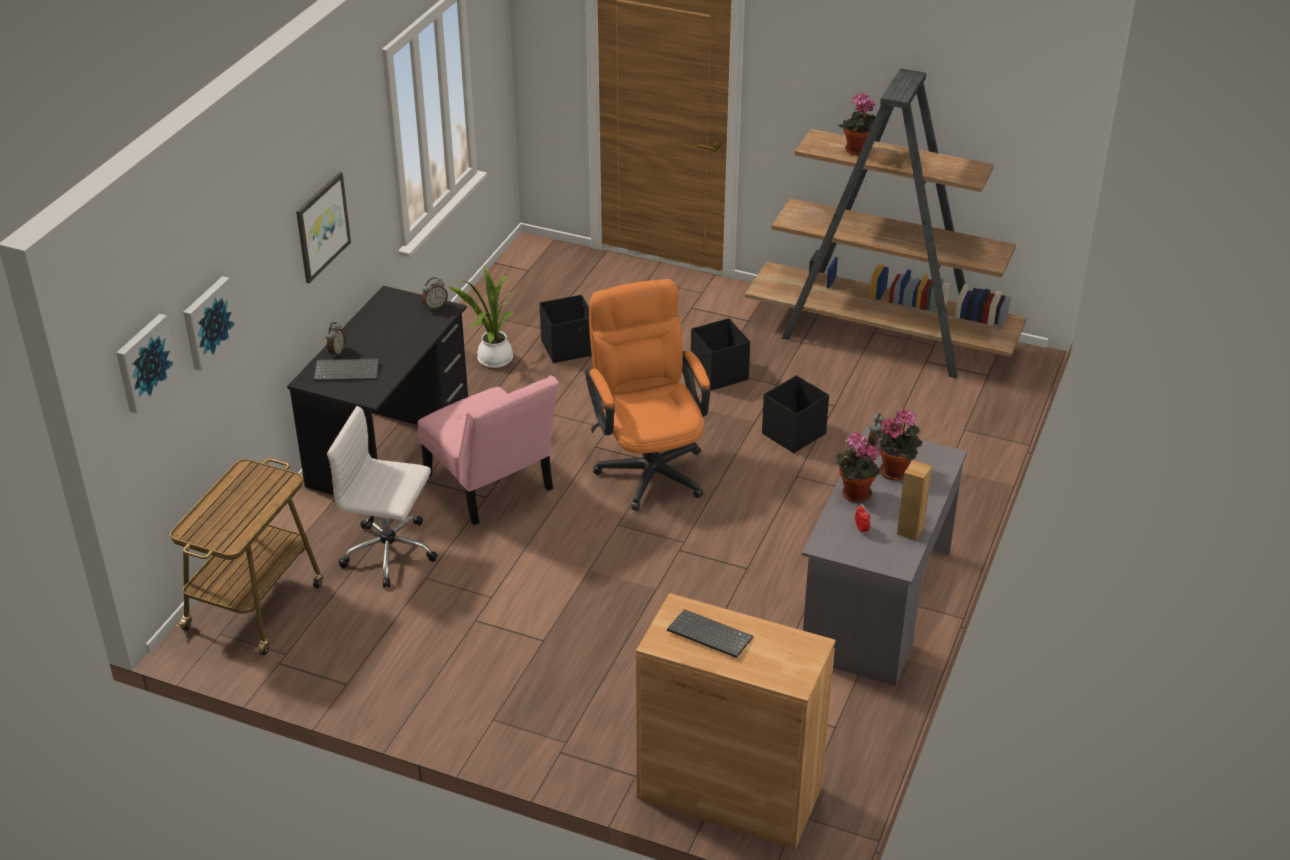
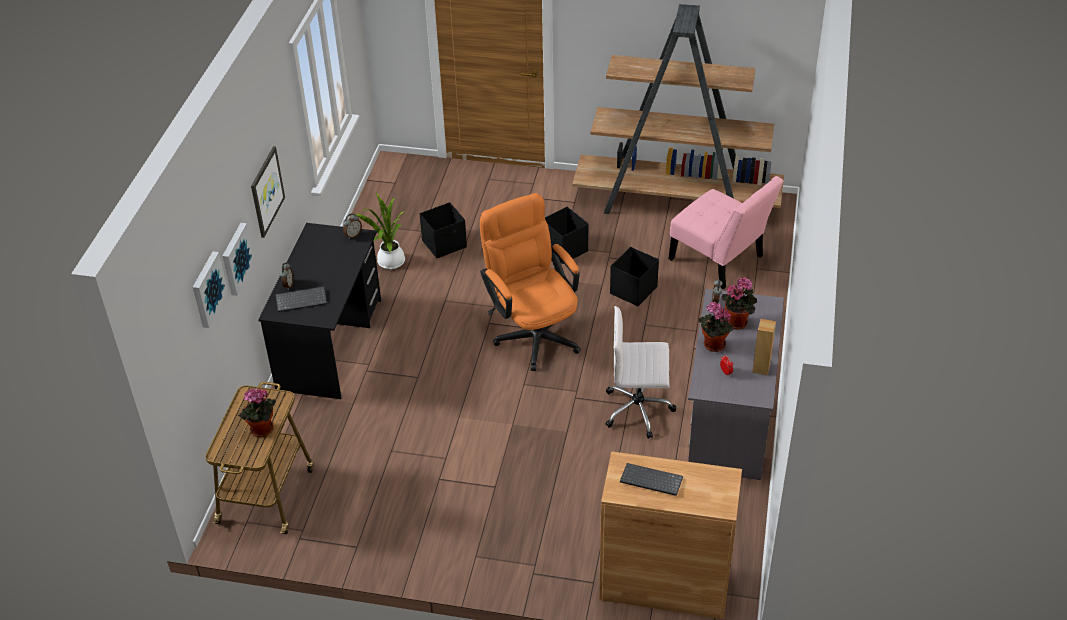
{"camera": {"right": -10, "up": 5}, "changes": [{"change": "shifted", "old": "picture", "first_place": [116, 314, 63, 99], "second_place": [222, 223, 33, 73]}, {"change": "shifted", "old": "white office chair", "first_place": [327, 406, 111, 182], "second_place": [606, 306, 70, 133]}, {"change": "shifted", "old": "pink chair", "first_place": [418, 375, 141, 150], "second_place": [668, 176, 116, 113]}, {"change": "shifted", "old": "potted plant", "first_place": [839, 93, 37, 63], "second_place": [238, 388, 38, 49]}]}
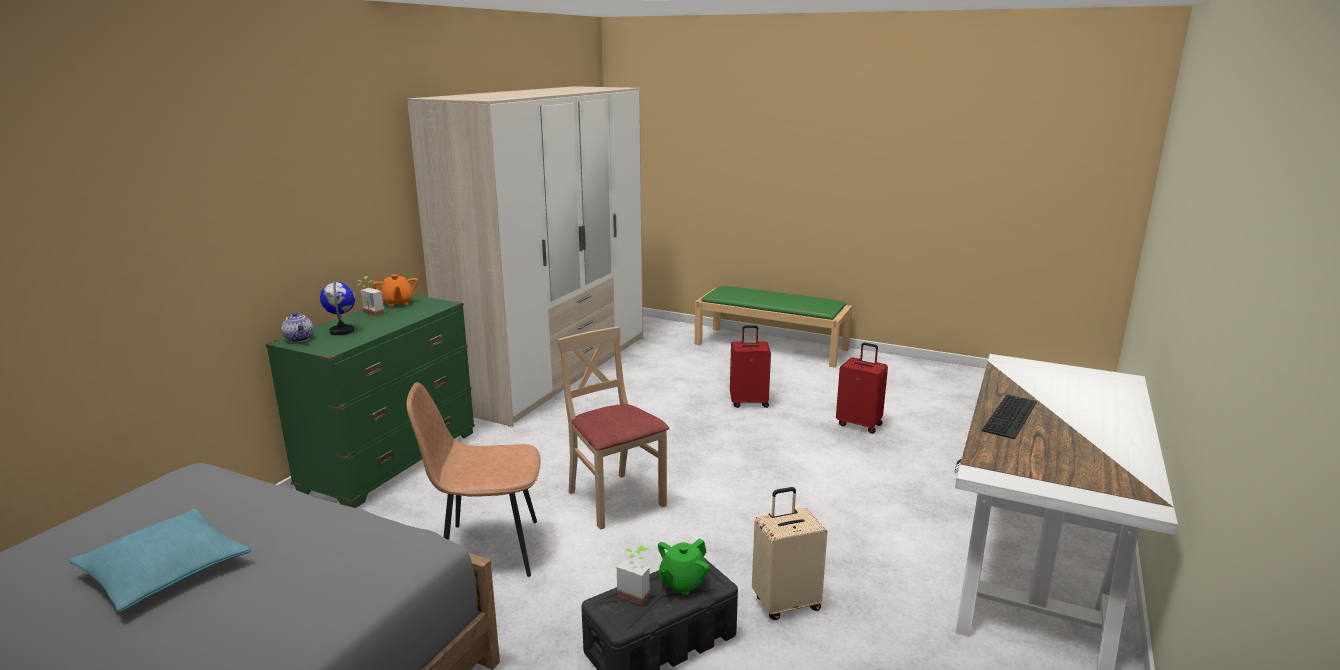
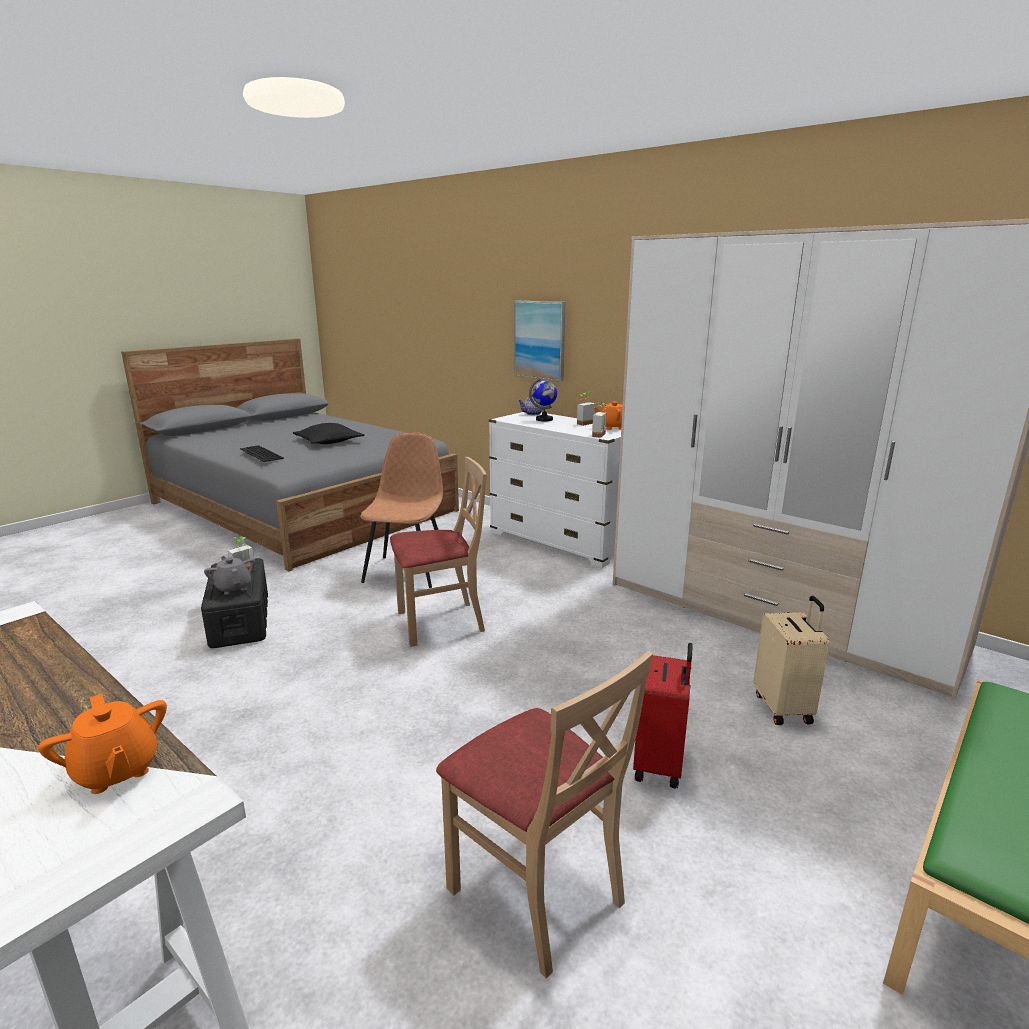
{"camera": {"right": 105, "up": 0}, "changes": [{"change": "repainted", "old": "turquoise pillow", "new": "black pillow", "first_place": [69, 509, 182, 103], "second_place": [293, 423, 72, 21]}, {"change": "repainted", "old": "green dresser", "new": "white dresser", "first_place": [266, 294, 209, 214], "second_place": [489, 412, 132, 156]}, {"change": "repainted", "old": "green teapot", "new": "grey teapot", "first_place": [658, 539, 52, 56], "second_place": [204, 556, 51, 39]}, {"change": "shifted", "old": "beige suitcase", "first_place": [752, 487, 75, 133], "second_place": [754, 596, 76, 129]}, {"change": "swapped", "old": "red suitcase", "new": "beige chair", "first_place": [836, 343, 52, 91], "second_place": [436, 651, 217, 327]}, {"change": "shifted", "old": "keyboard", "first_place": [982, 394, 55, 45], "second_place": [240, 445, 44, 17]}, {"change": "new", "new": "orange teapot", "second_place": [38, 694, 129, 100]}, {"change": "new", "new": "picture", "second_place": [514, 301, 52, 81]}, {"change": "new", "new": "potted plant", "second_place": [592, 402, 17, 36]}]}
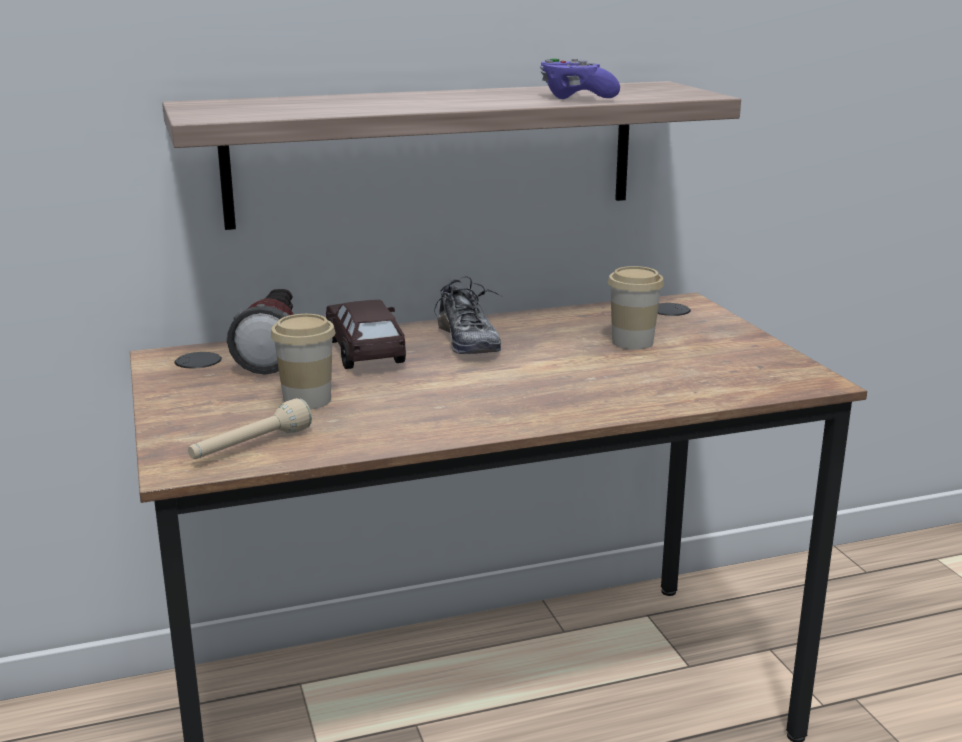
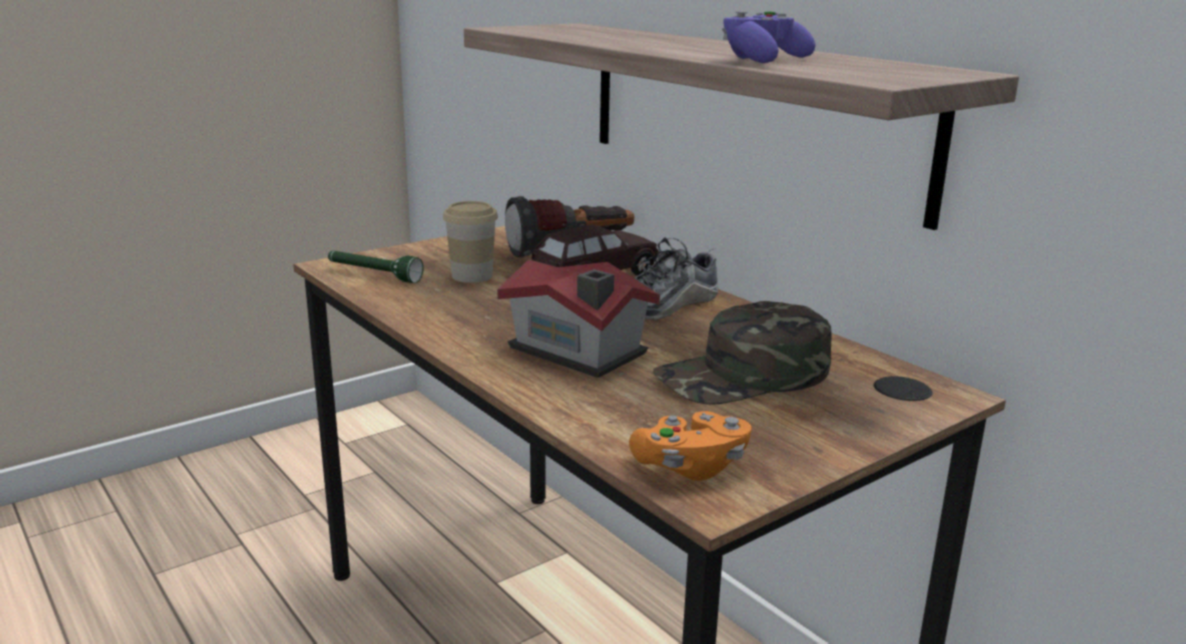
{"camera": {"right": 70, "up": 0}, "changes": [{"change": "repainted", "old": "beige flashlight", "new": "green flashlight", "first_place": [188, 398, 124, 61], "second_place": [328, 251, 95, 32]}, {"change": "swapped", "old": "cup", "new": "green cap", "first_place": [608, 266, 56, 84], "second_place": [653, 301, 179, 104]}, {"change": "new", "new": "toy house", "second_place": [497, 259, 163, 119]}, {"change": "new", "new": "orange game controller", "second_place": [629, 411, 123, 70]}]}
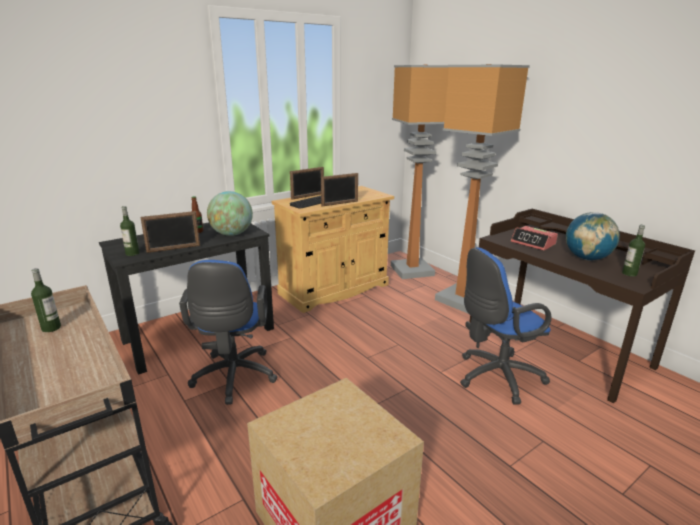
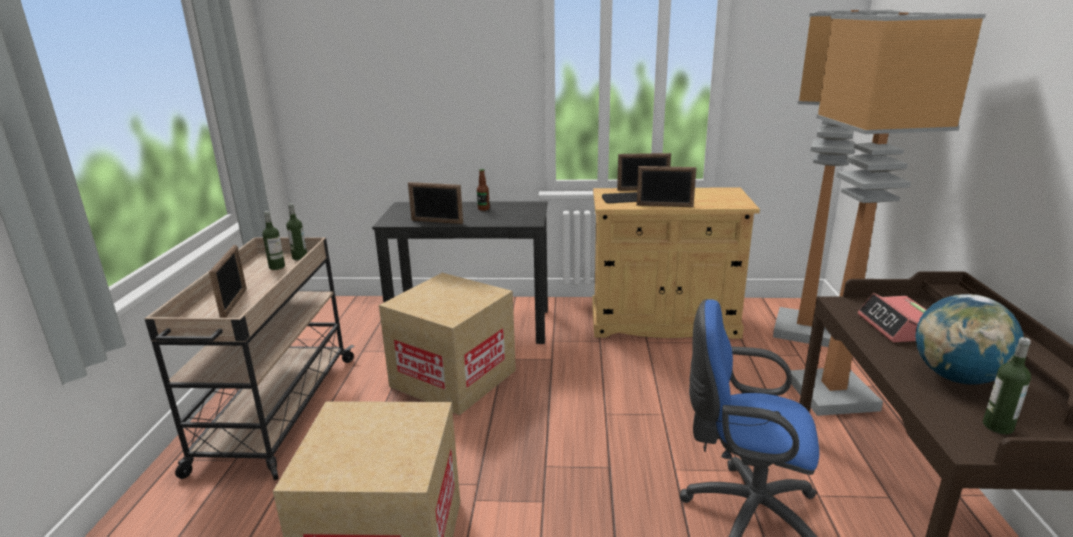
{"camera": {"right": 40, "up": 0}, "changes": [{"change": "shifted", "old": "bottle", "first_place": [120, 206, 20, 50], "second_place": [286, 203, 21, 57]}, {"change": "swapped", "old": "blue office chair", "new": "cardboard box", "first_place": [179, 260, 99, 145], "second_place": [379, 273, 137, 142]}, {"change": "gone", "old": "globe", "first_place": [207, 191, 46, 45]}, {"change": "new", "new": "picture frame", "second_place": [209, 245, 38, 73]}]}
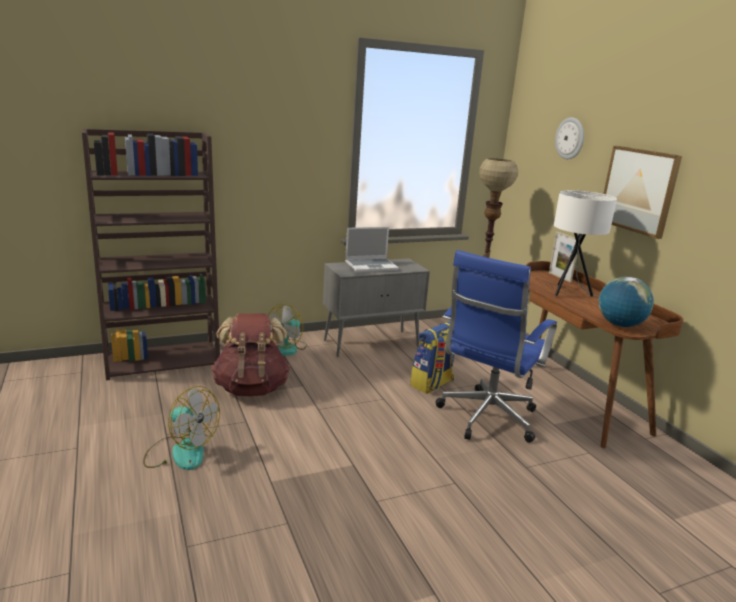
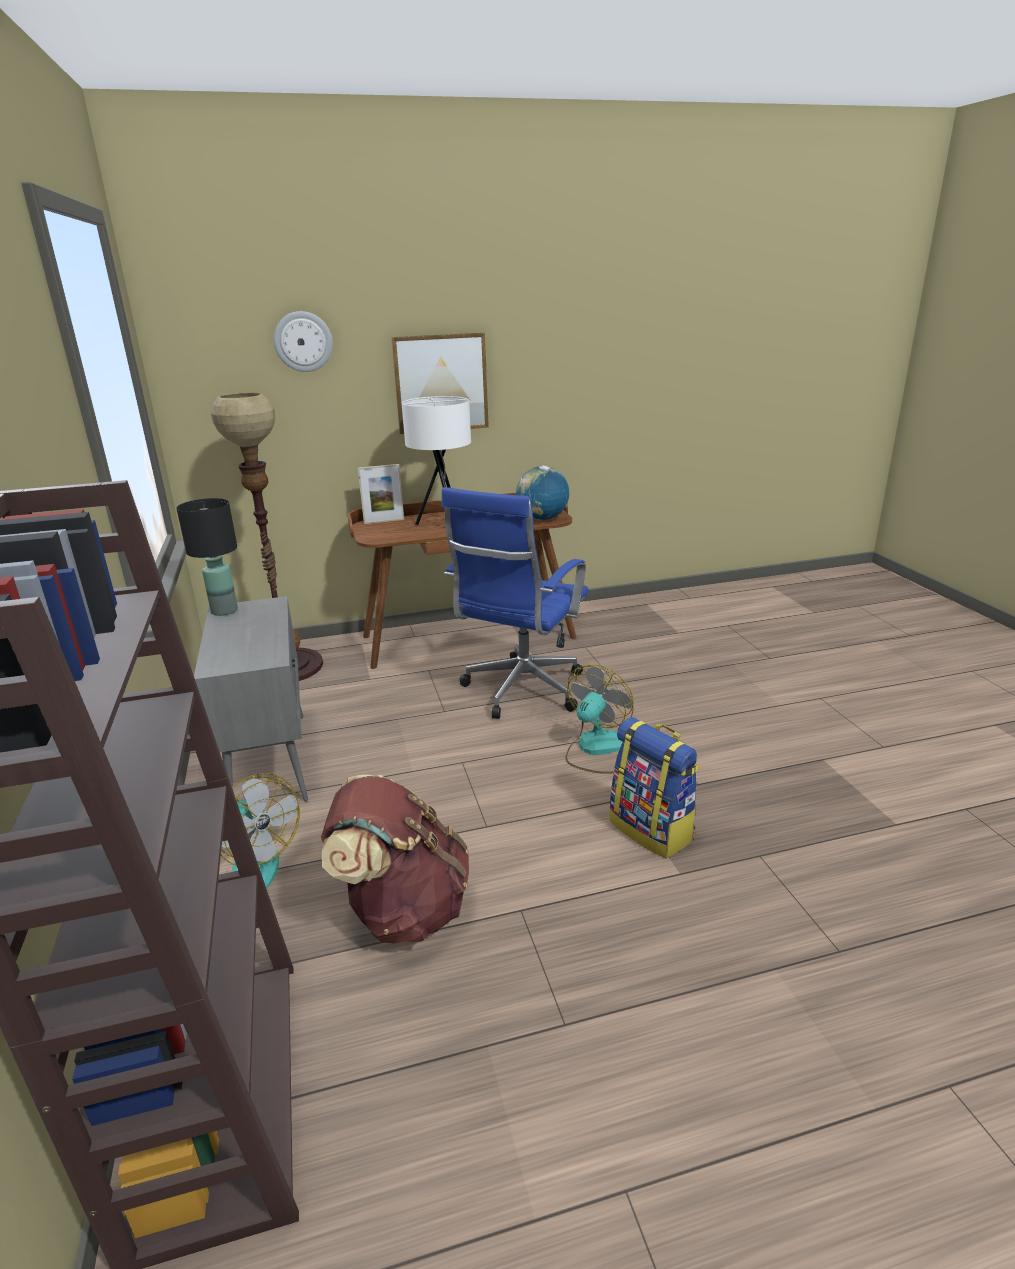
{"camera": {"right": -80, "up": 5}, "changes": [{"change": "shifted", "old": "fan", "first_place": [143, 386, 77, 84], "second_place": [565, 665, 69, 109]}, {"change": "gone", "old": "laptop", "first_place": [345, 227, 54, 46]}, {"change": "shifted", "old": "backpack", "first_place": [410, 321, 44, 73], "second_place": [609, 717, 90, 141]}, {"change": "rotated", "old": "blue office chair", "first_place": [436, 250, 121, 193], "second_place": [442, 487, 146, 232], "degrees": 75}, {"change": "new", "new": "black table lamp", "second_place": [176, 498, 62, 118]}]}
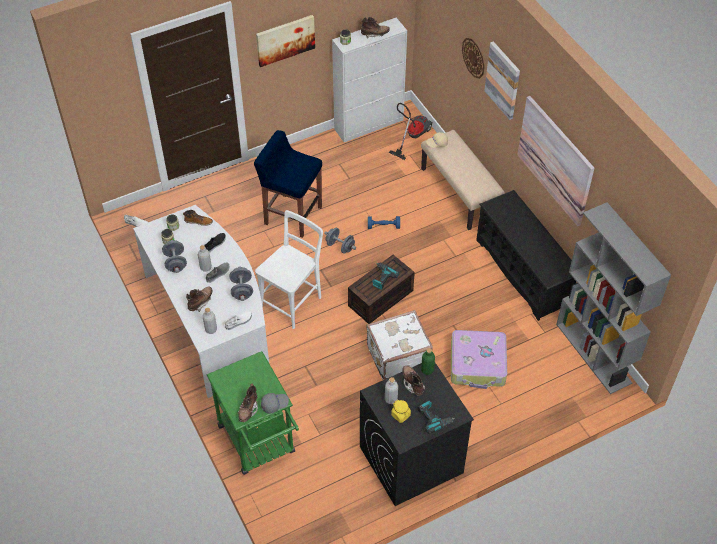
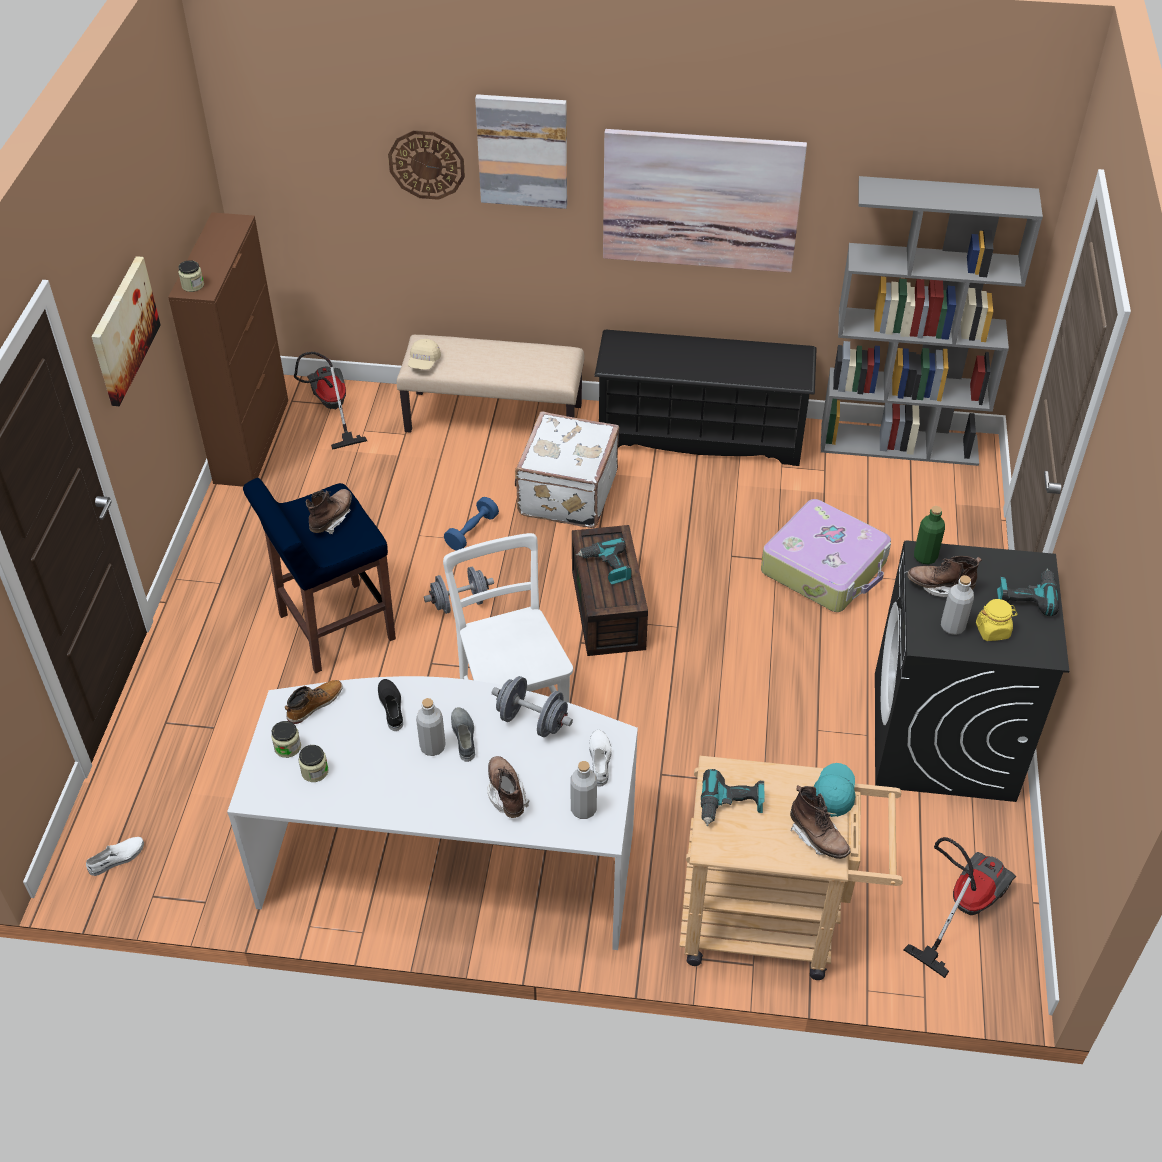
{"camera": {"right": -55, "up": -5}, "changes": [{"change": "gone", "old": "grey dumbbell", "first_place": [162, 240, 25, 33]}, {"change": "repainted", "old": "green cart", "new": "beige cart", "first_place": [207, 351, 92, 124], "second_place": [679, 756, 224, 224]}, {"change": "repainted", "old": "grey cap", "new": "turquoise cap", "first_place": [261, 393, 28, 21], "second_place": [814, 763, 41, 54]}, {"change": "repainted", "old": "white cabinet", "new": "brown cabinet", "first_place": [332, 18, 75, 124], "second_place": [168, 212, 120, 275]}, {"change": "shifted", "old": "brown boot", "first_place": [361, 17, 29, 22], "second_place": [306, 489, 46, 45]}, {"change": "shifted", "old": "white suitcase", "first_place": [366, 310, 67, 70], "second_place": [515, 411, 104, 117]}, {"change": "new", "new": "power drill", "second_place": [701, 769, 64, 57]}, {"change": "new", "new": "vacuum cleaner", "second_place": [903, 837, 113, 141]}]}
